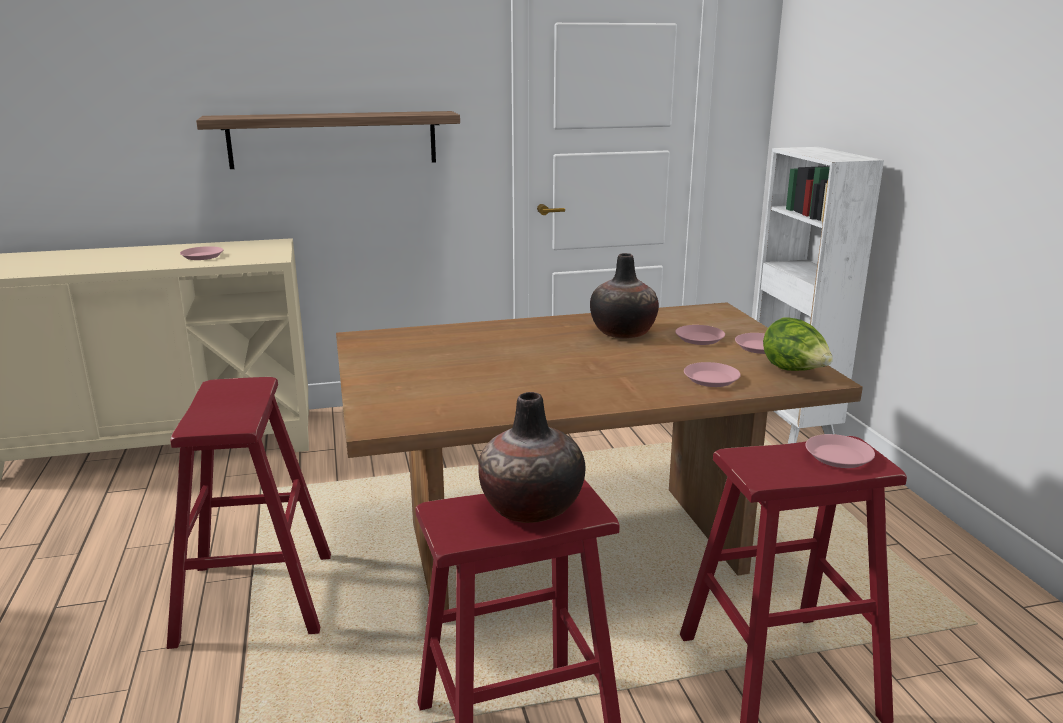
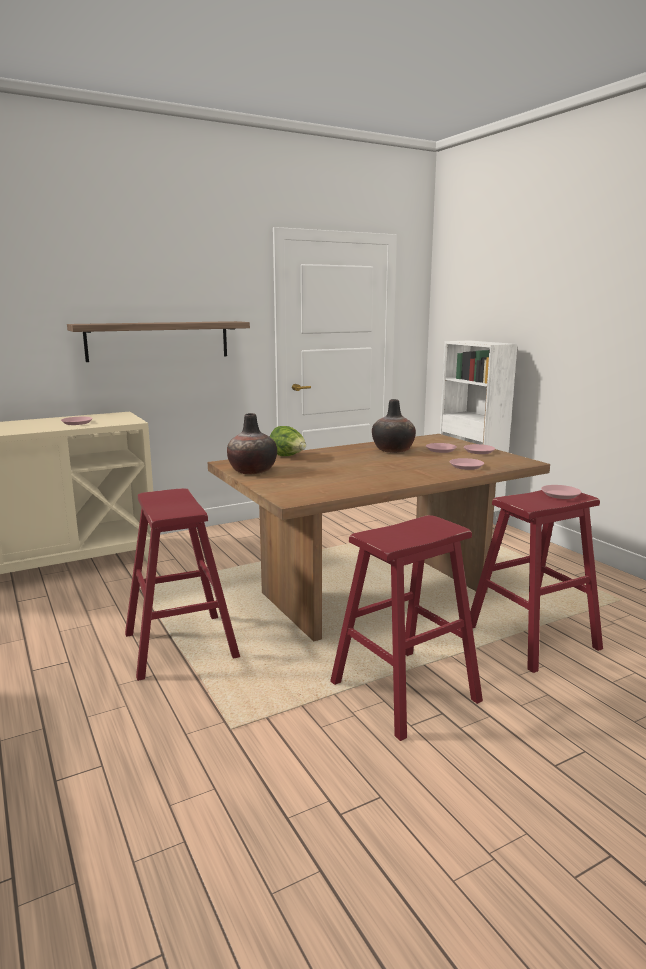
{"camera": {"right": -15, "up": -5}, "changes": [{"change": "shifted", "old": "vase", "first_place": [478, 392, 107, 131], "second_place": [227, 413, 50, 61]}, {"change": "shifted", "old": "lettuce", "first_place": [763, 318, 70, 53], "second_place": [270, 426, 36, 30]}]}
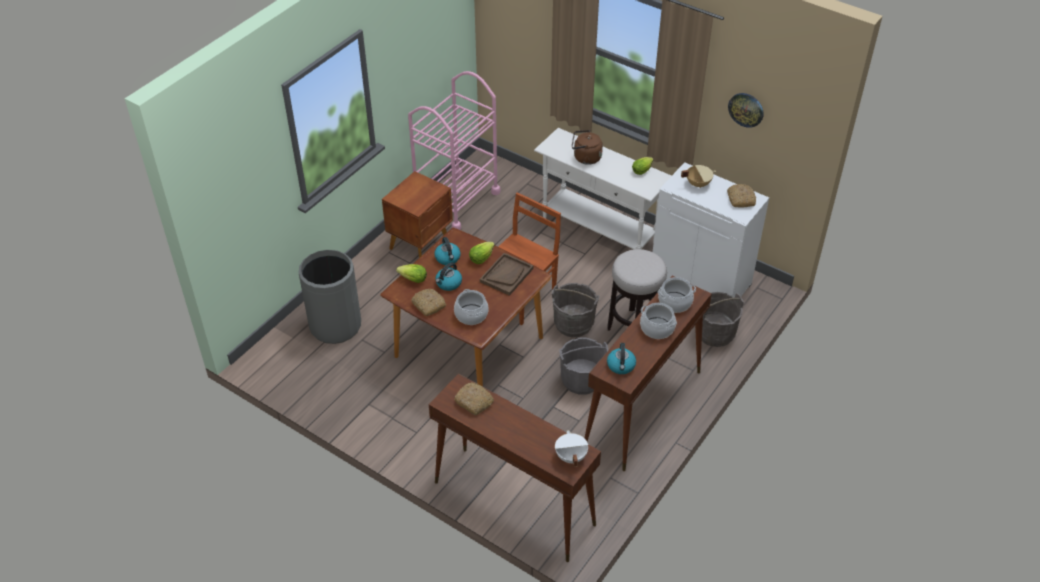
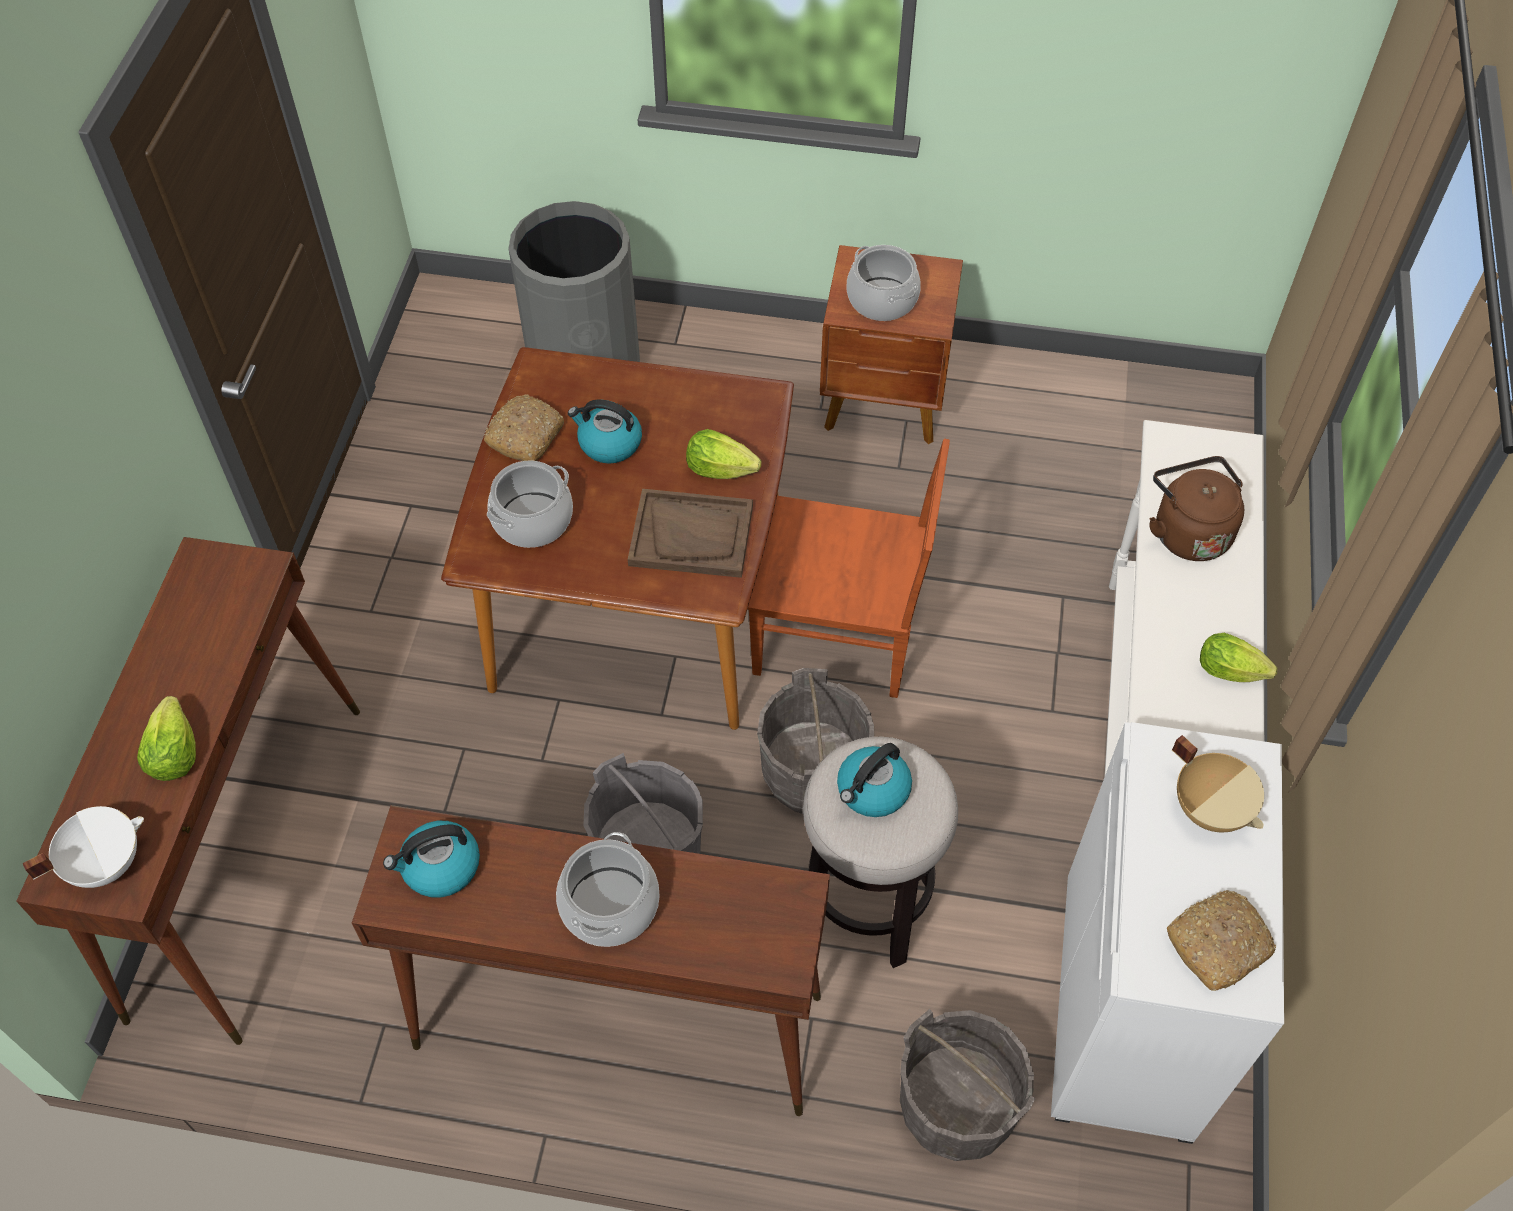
{"camera": {"right": 65, "up": 10}, "changes": [{"change": "shifted", "old": "lettuce", "first_place": [396, 264, 31, 19], "second_place": [137, 696, 59, 85]}, {"change": "gone", "old": "pink cart", "first_place": [408, 71, 92, 159]}, {"change": "shifted", "old": "kettle", "first_place": [434, 237, 27, 28], "second_place": [837, 743, 75, 74]}, {"change": "gone", "old": "bread", "first_place": [454, 382, 40, 33]}, {"change": "shifted", "old": "cooking pot", "first_place": [658, 277, 38, 36], "second_place": [846, 245, 75, 76]}, {"change": "gone", "old": "wall clock", "first_place": [728, 93, 36, 35]}]}
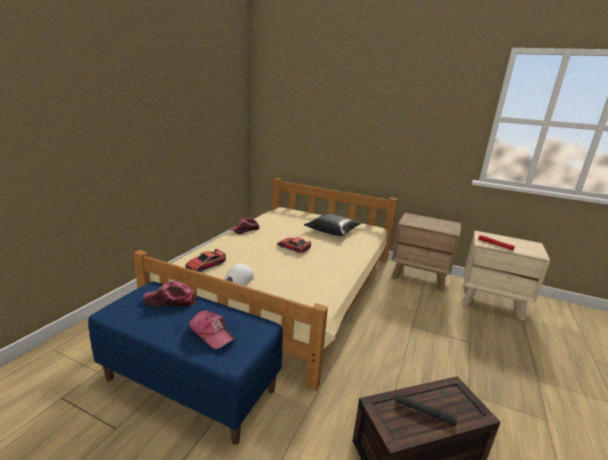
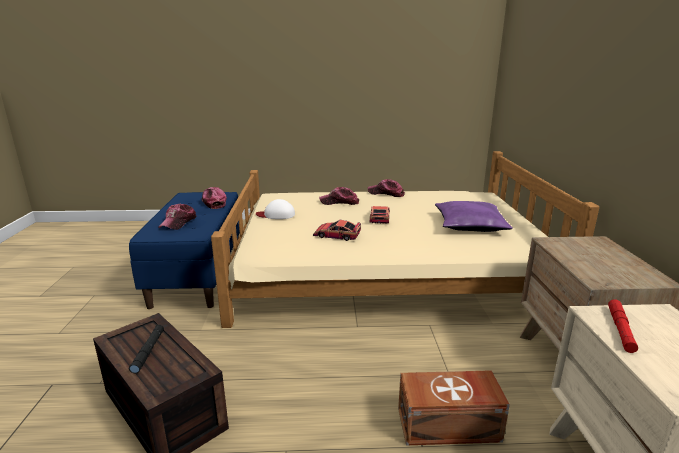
{"camera": {"right": 65, "up": 0}, "changes": [{"change": "shifted", "old": "toy car", "first_place": [185, 249, 41, 23], "second_place": [313, 220, 48, 21]}, {"change": "repainted", "old": "black pillow", "new": "purple pillow", "first_place": [304, 213, 57, 23], "second_place": [435, 201, 78, 31]}, {"change": "new", "new": "cap", "second_place": [319, 187, 40, 18]}, {"change": "new", "new": "brown storage box", "second_place": [398, 370, 112, 76]}]}
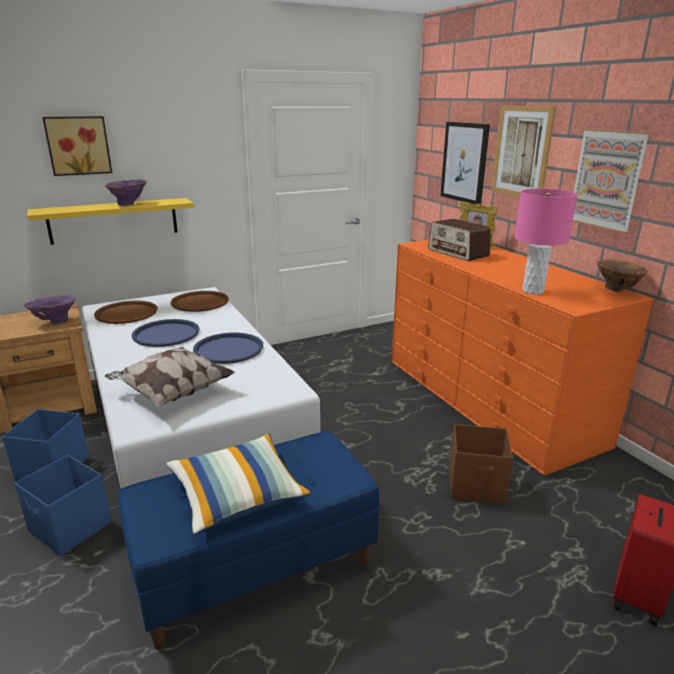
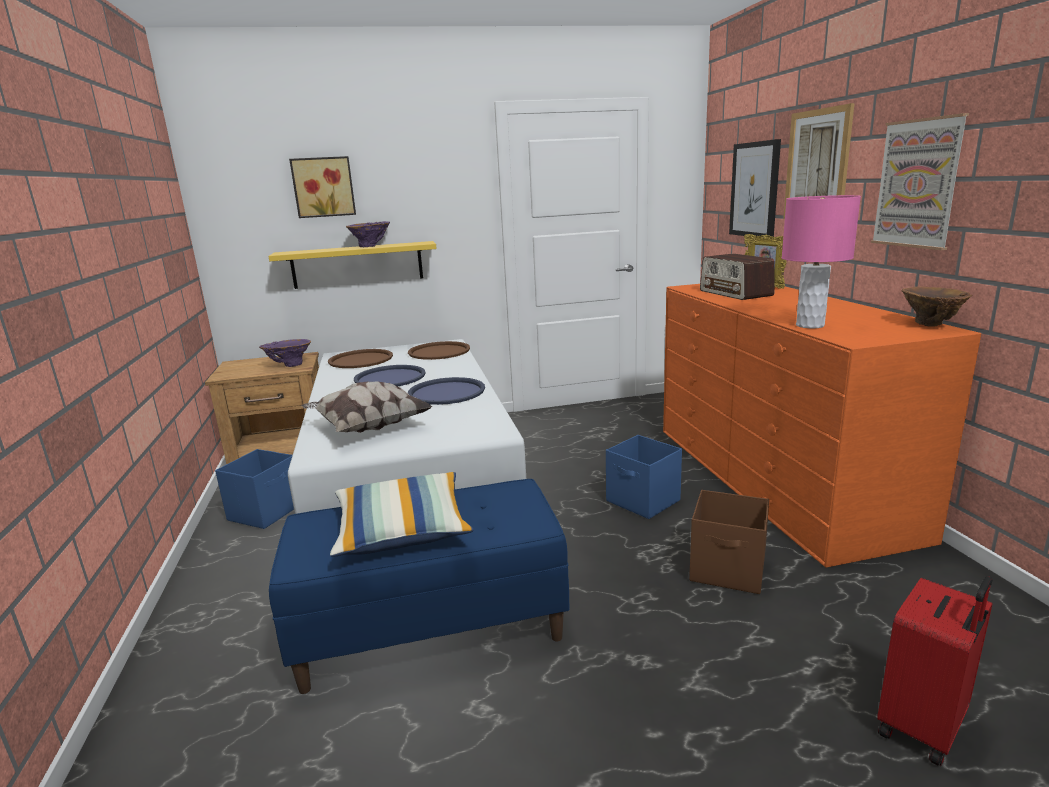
{"camera": {"right": 15, "up": -5}, "changes": [{"change": "shifted", "old": "blue storage box", "first_place": [14, 455, 97, 101], "second_place": [606, 435, 76, 84]}]}
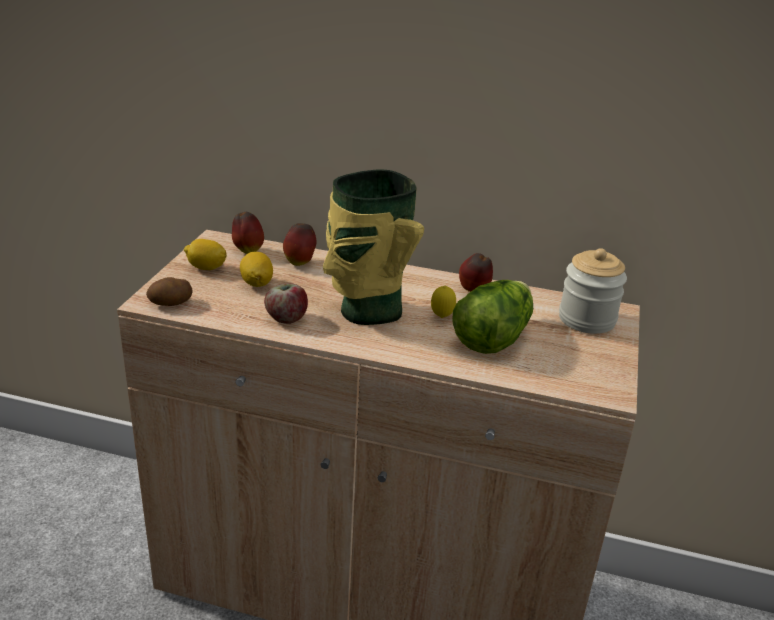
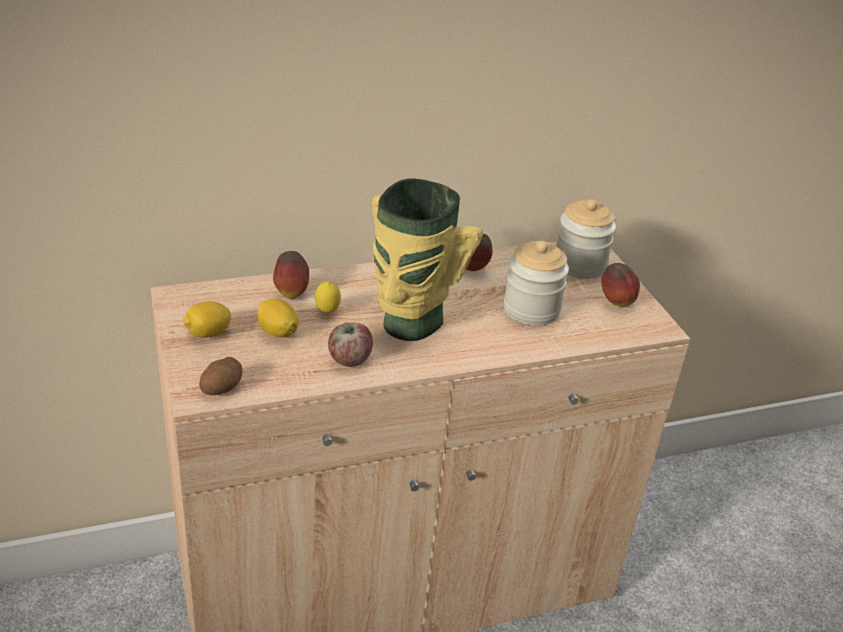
{"camera": {"right": -35, "up": 5}, "changes": [{"change": "shifted", "old": "apple", "first_place": [232, 212, 32, 42], "second_place": [601, 263, 39, 44]}, {"change": "shifted", "old": "lemon", "first_place": [431, 286, 25, 32], "second_place": [315, 281, 26, 32]}, {"change": "swapped", "old": "lettuce", "new": "jar", "first_place": [452, 280, 81, 74], "second_place": [503, 241, 66, 85]}]}
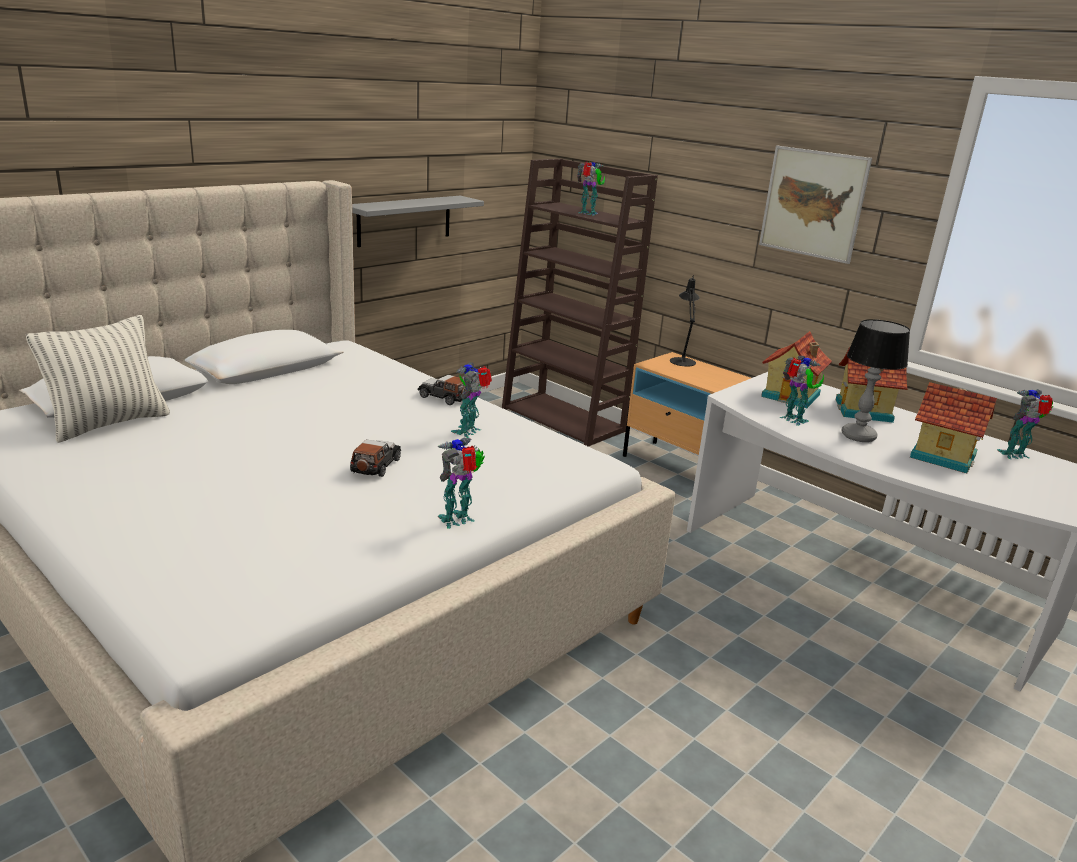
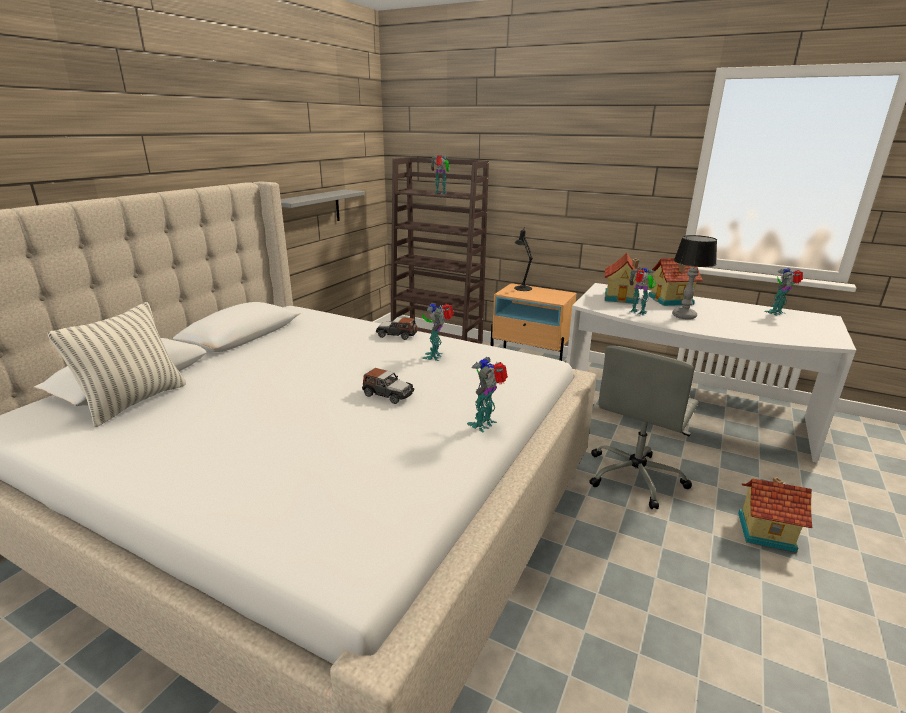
{"camera": {"right": -15, "up": 0}, "changes": [{"change": "rotated", "old": "toy car", "first_place": [350, 439, 51, 38], "second_place": [362, 368, 52, 36], "degrees": 120}, {"change": "gone", "old": "picture", "first_place": [759, 146, 113, 118]}, {"change": "shifted", "old": "toy house", "first_place": [910, 382, 87, 91], "second_place": [738, 477, 75, 76]}, {"change": "new", "new": "grey office chair", "second_place": [589, 346, 109, 163]}]}
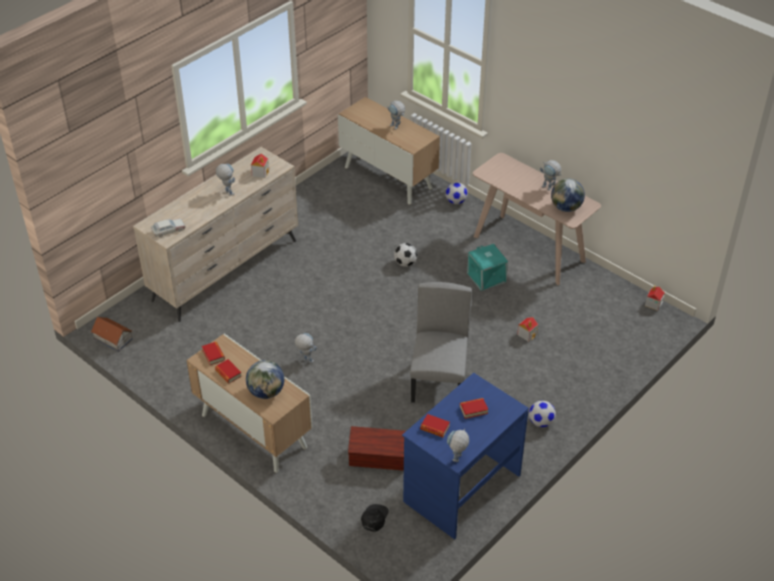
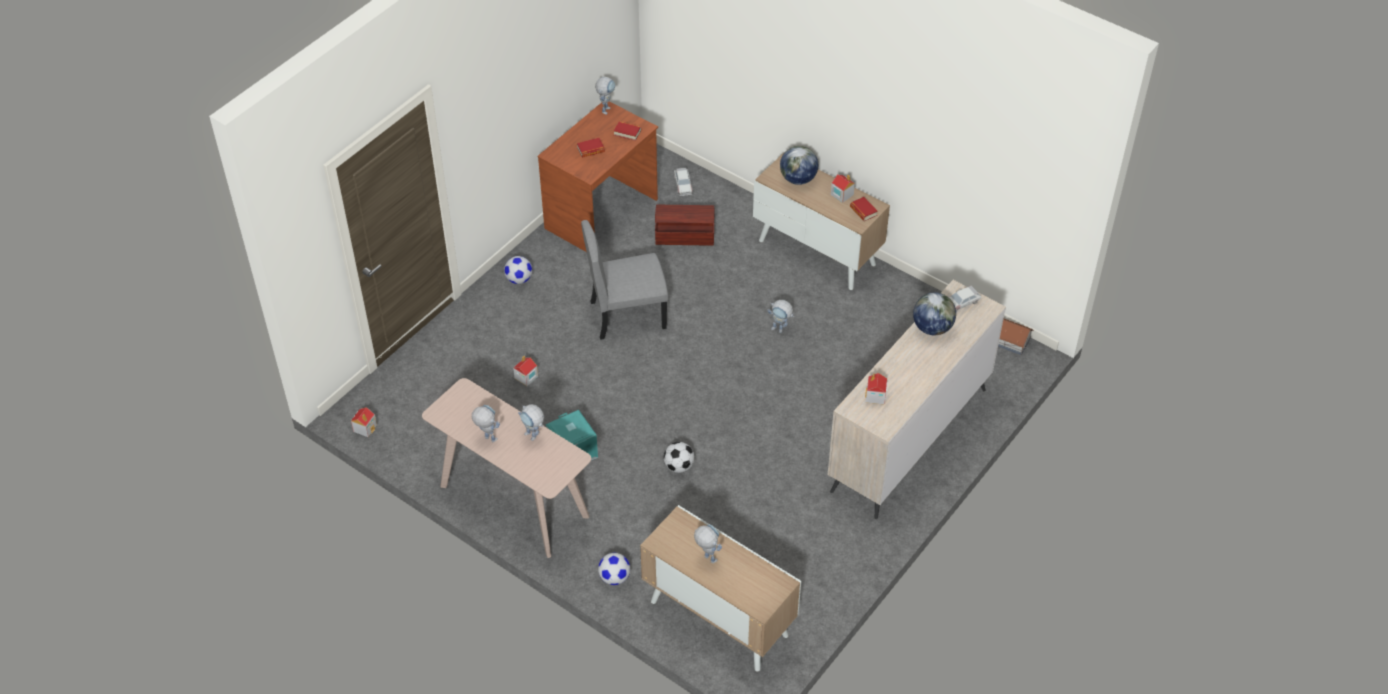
{"camera": {"right": 175, "up": 5}, "changes": [{"change": "swapped", "old": "book", "new": "toy house", "first_place": [215, 359, 27, 24], "second_place": [831, 174, 24, 29]}, {"change": "shifted", "old": "toy robot", "first_place": [216, 164, 19, 32], "second_place": [518, 404, 26, 37]}, {"change": "swapped", "old": "black cap", "new": "toy car", "first_place": [361, 504, 28, 28], "second_place": [674, 168, 19, 28]}, {"change": "repainted", "old": "blue desk", "new": "brown desk", "first_place": [402, 373, 127, 166], "second_place": [538, 101, 120, 151]}, {"change": "rotated", "old": "grey chair", "first_place": [410, 282, 62, 121], "second_place": [581, 220, 87, 120], "degrees": 75}, {"change": "shifted", "old": "globe", "first_place": [551, 178, 34, 34], "second_place": [913, 292, 43, 43]}]}
